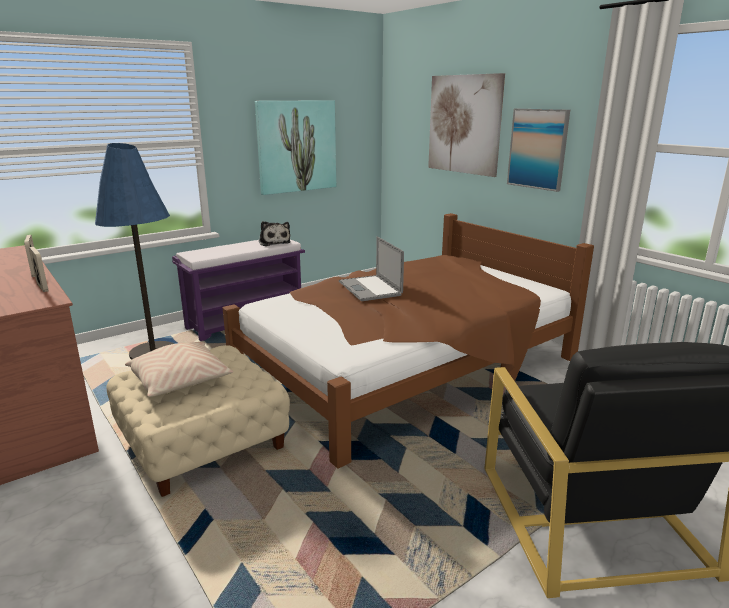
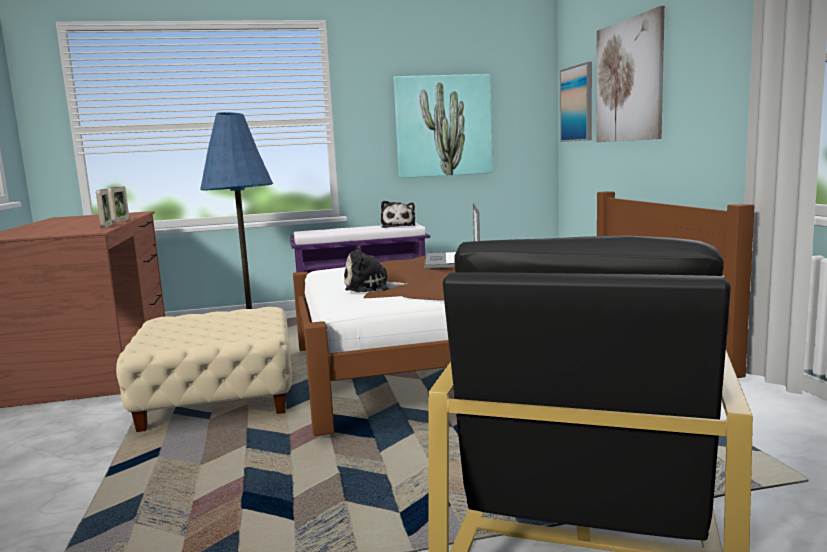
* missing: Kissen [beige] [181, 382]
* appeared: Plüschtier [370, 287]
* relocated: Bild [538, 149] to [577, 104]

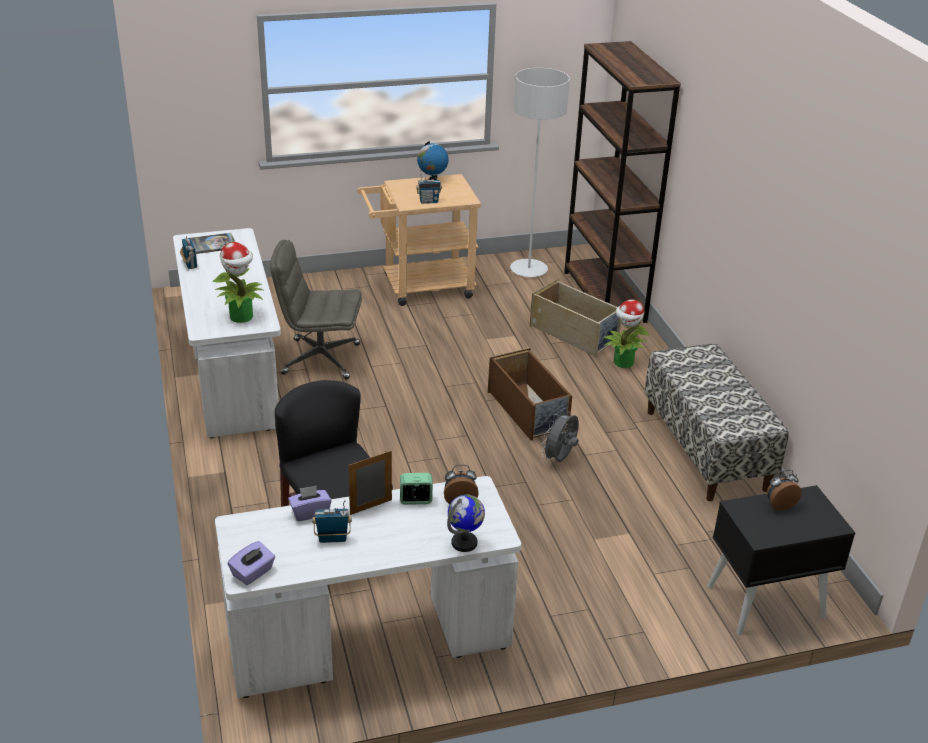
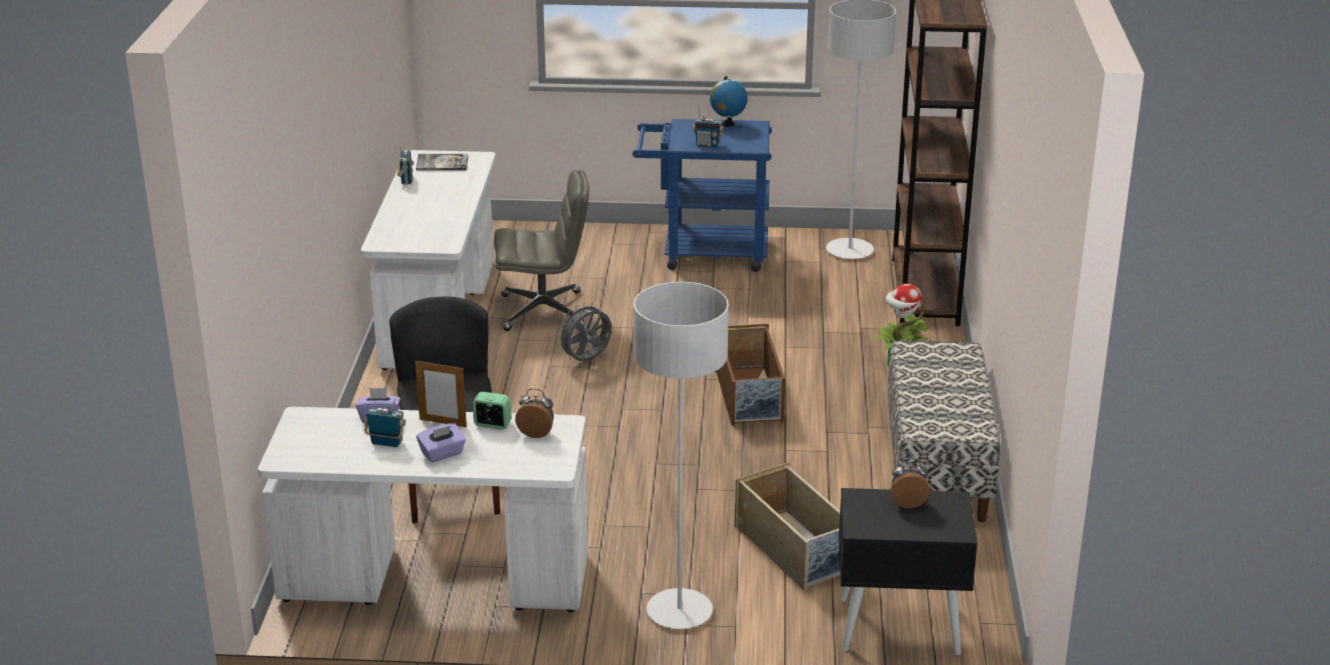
* missing: Topfpflanze [242, 317]
* missing: Globus [464, 543]
* appeared: Stehlampe [grau] [679, 612]
* relocated: Taschentuchbox [lila] [253, 573] to [442, 454]
* relocated: Aufbewahrungsbox [beige] [574, 334] to [795, 550]
* relocated: Ventilator [grau] [560, 459] to [586, 361]
* colour: Rollwagen [beige] [419, 287] to Rollwagen [blau] [704, 253]
* spun: Bürostuhl [grau] [319, 359] = [544, 311] 150 degrees clockwise
* spun: Bilderrahmen [371, 507] = [443, 423] 150 degrees counterclockwise

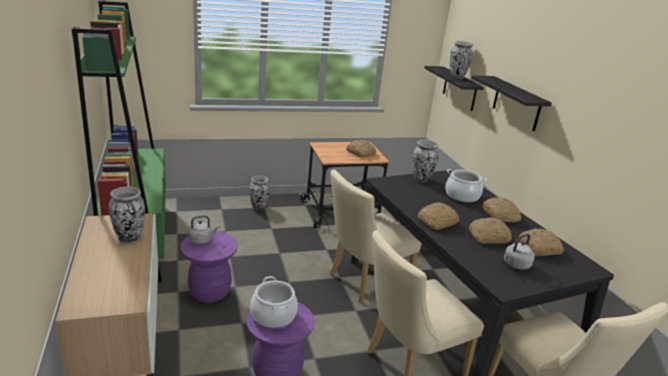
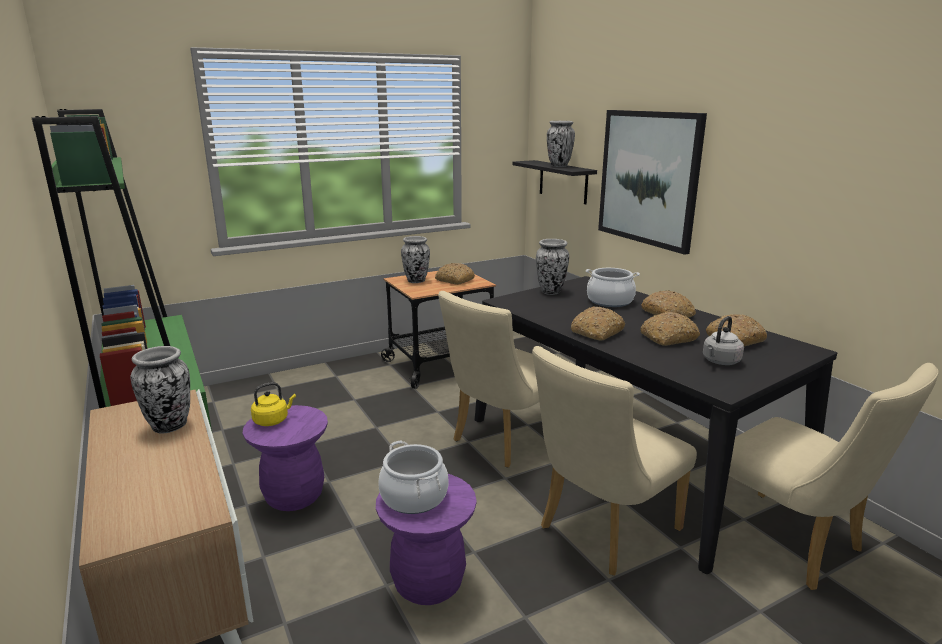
* relocated: Vase [259, 207] to [416, 281]
* exchanged: Wandregal [schwarz] [516, 103] to Bild [648, 178]
* colour: Wasserkessel [grau] [202, 240] to Wasserkessel [gelb] [273, 420]

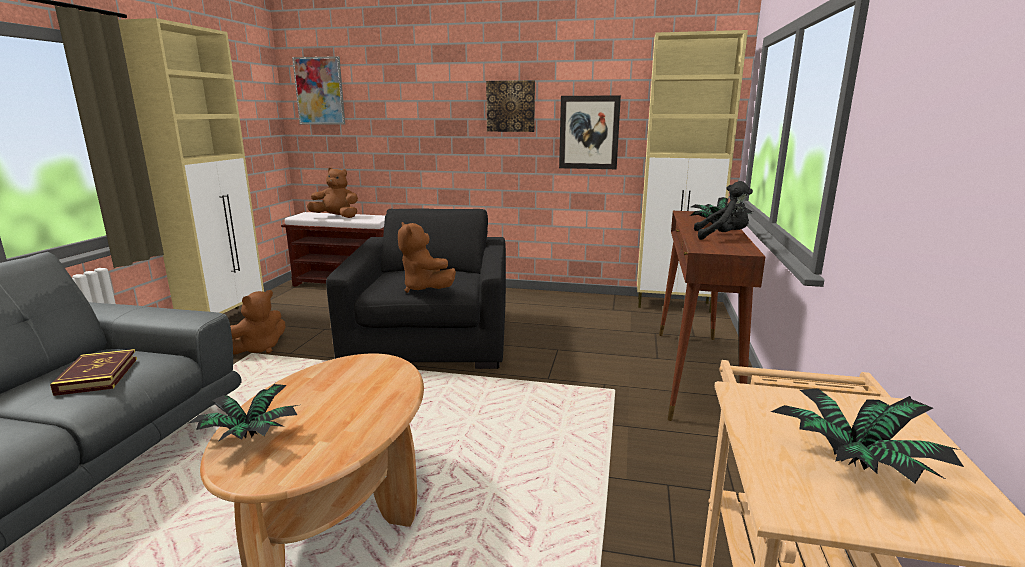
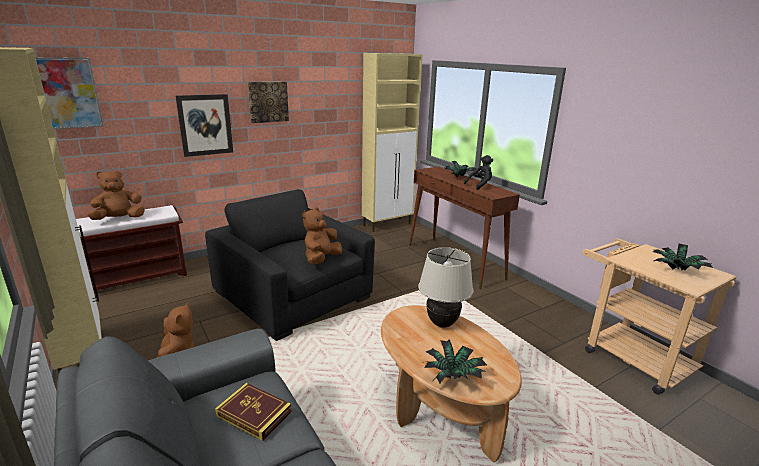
* appeared: Tischlampe [beige] [442, 324]
* relocated: Bild [589, 132] to [205, 125]
* spun: Plüschtier [braun] [425, 288] = [321, 259] 105 degrees clockwise

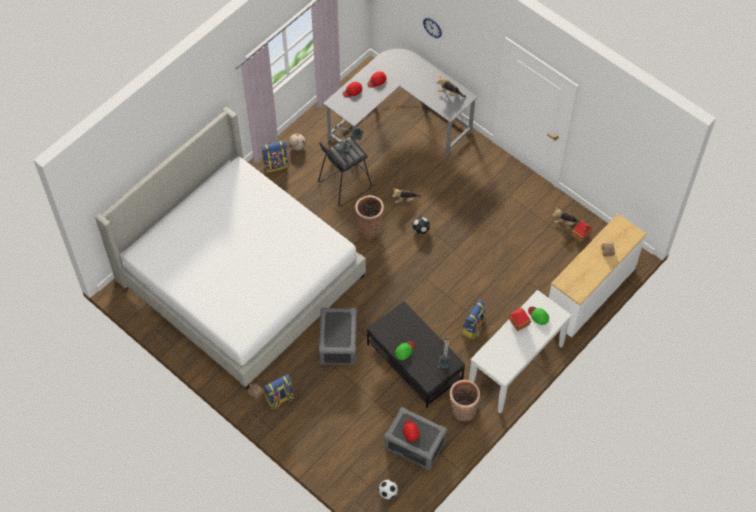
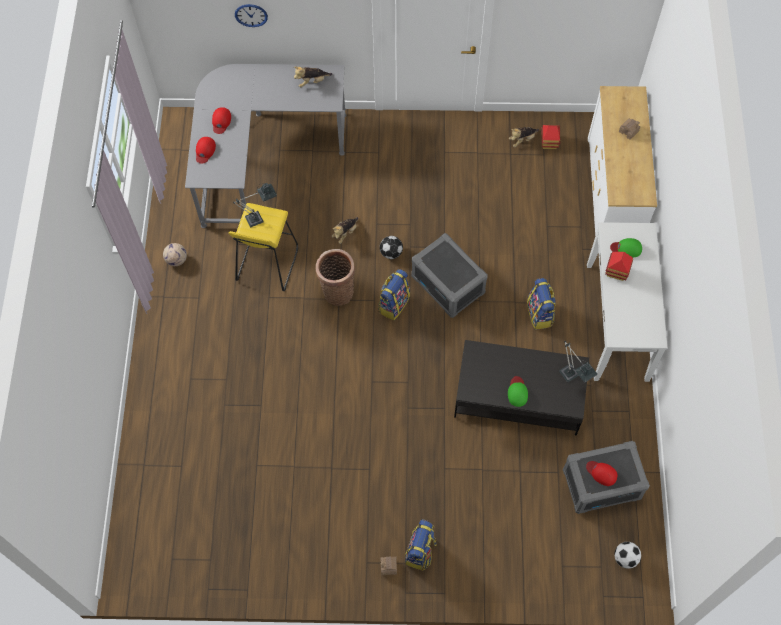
* missing: Bett [240, 277]
* missing: Korb [462, 411]
* relocated: Rucksack [276, 164] to [393, 304]
* relocated: Aufbewahrungsbox [grau] [339, 343] to [448, 284]
* colour: Hocker [schwarz] [344, 185] to Hocker [gelb] [267, 264]

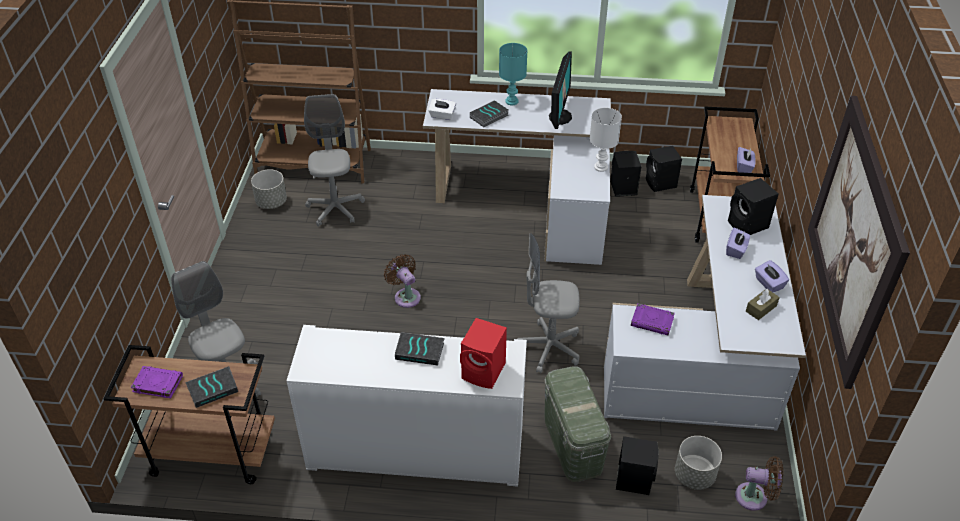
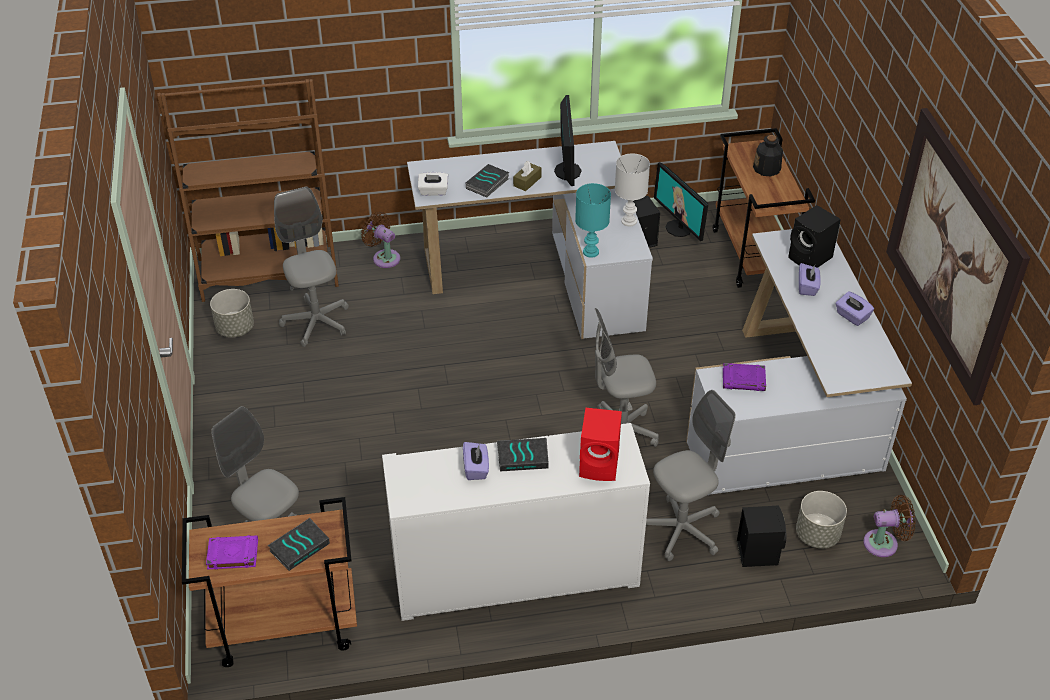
* appeared: Flasche [767, 169]
* relocated: Ventilator [braun] [406, 296] to [384, 257]
* relocated: Tischlampe [türkis] [511, 102] to [590, 252]
* relocated: Taschentuchbox [lila] [744, 166] to [476, 468]
* relocated: Taschentuchbox [braun] [761, 308] to [527, 181]
* exchanged: Aufbewahrungsbox [grün] [573, 444] to Bürostuhl [grau] [682, 530]
* exchanged: Lautsprecher [schwarz] [661, 184] to Monitor [679, 228]

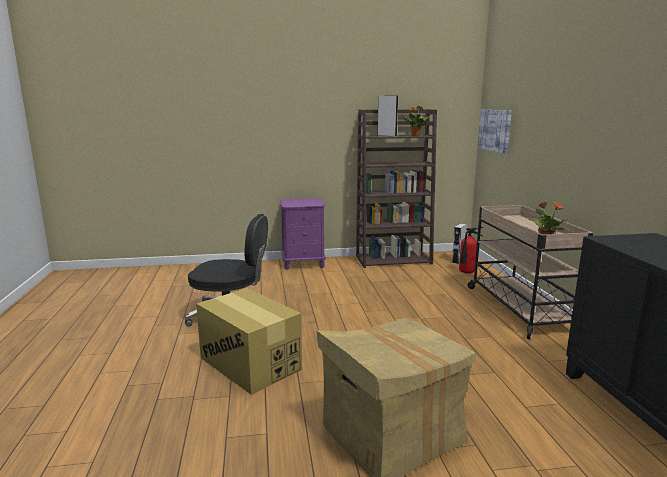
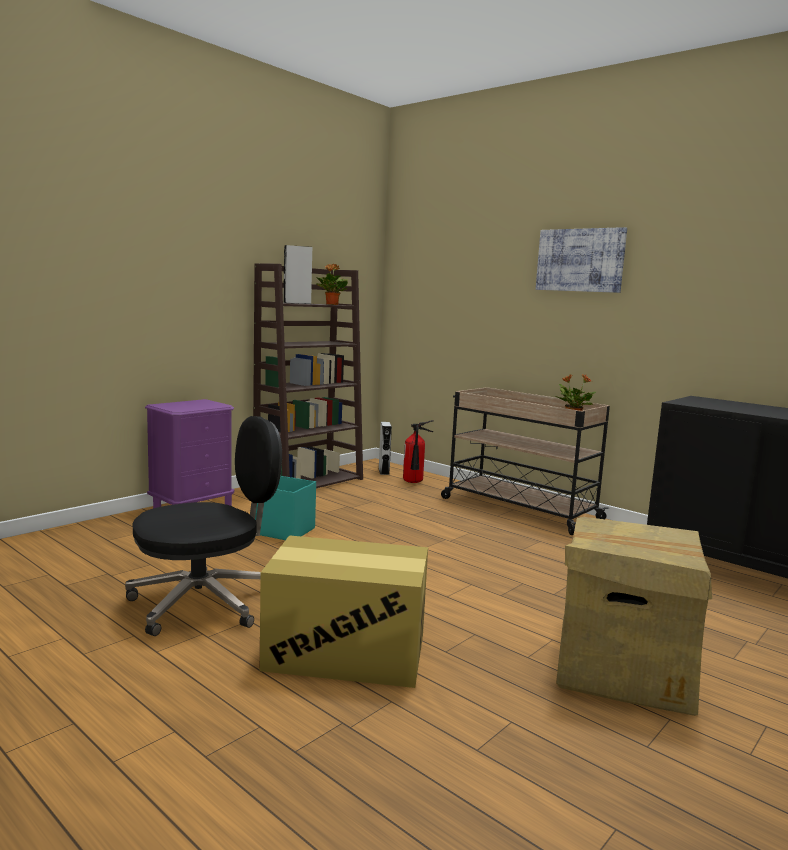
* appeared: Aufbewahrungsbox [türkis] [283, 530]
* relocated: Bild [494, 130] to [580, 260]

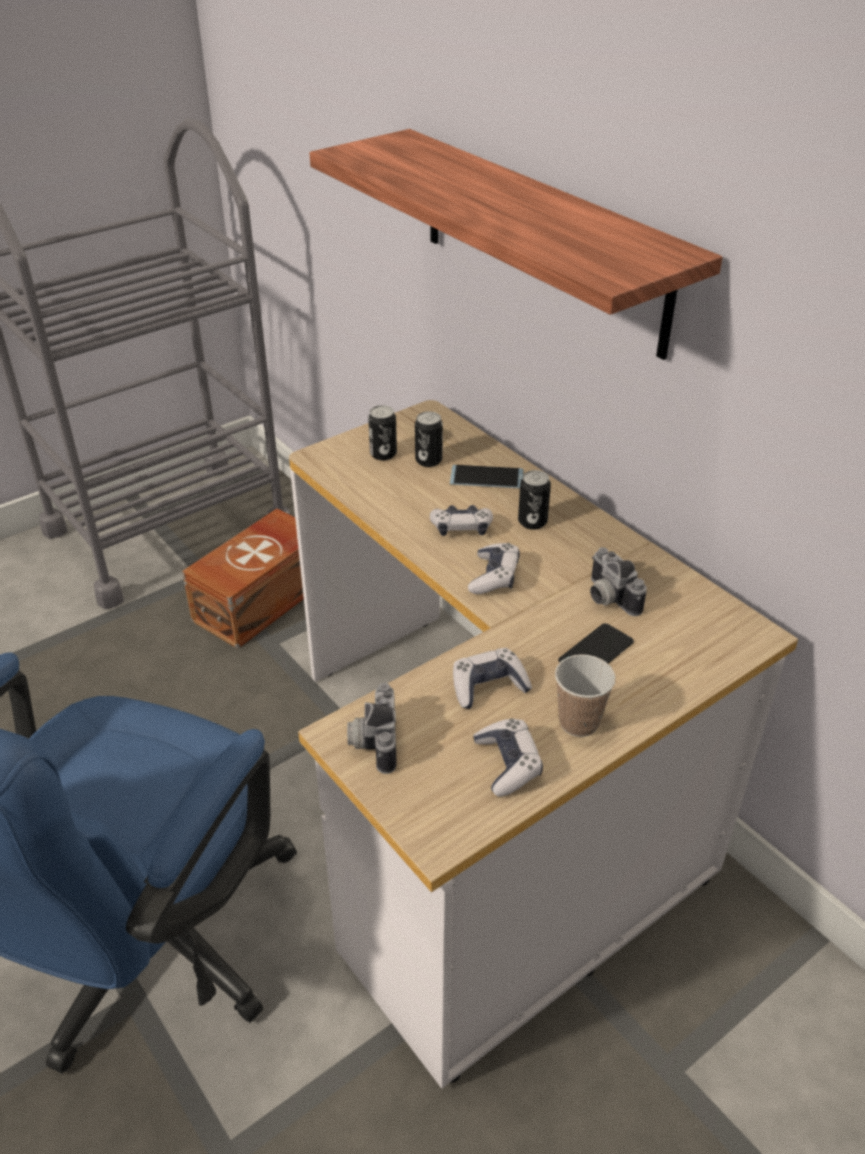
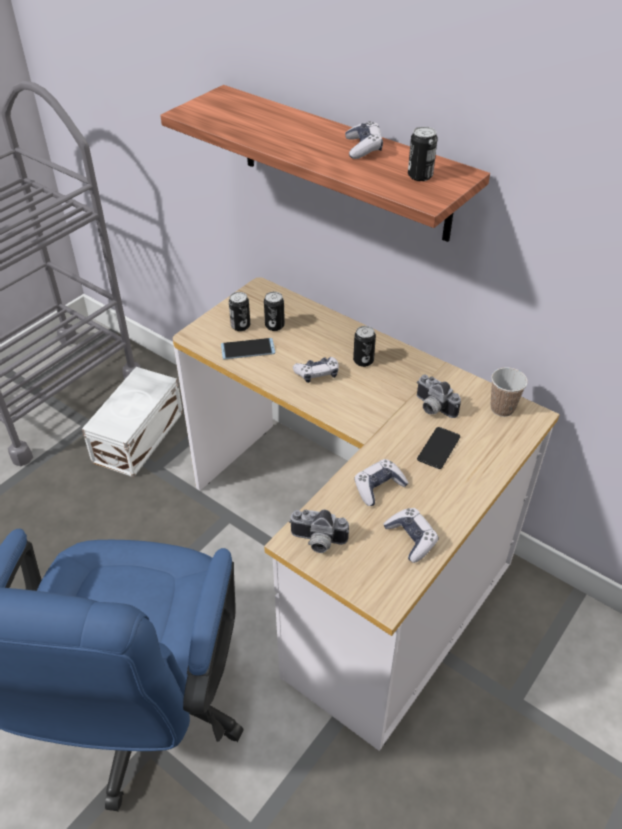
* appeared: Dose [420, 176]
* relocated: Handy [486, 477] to [248, 349]
* relocated: Gamepad [494, 576] to [363, 148]
* relocated: Tasse [578, 722] to [502, 408]
* colour: Aufbewahrungsbox [braun] [264, 600] to Aufbewahrungsbox [weiß] [140, 436]
* spun: Kamera [372, 741] = [317, 542] 60 degrees counterclockwise

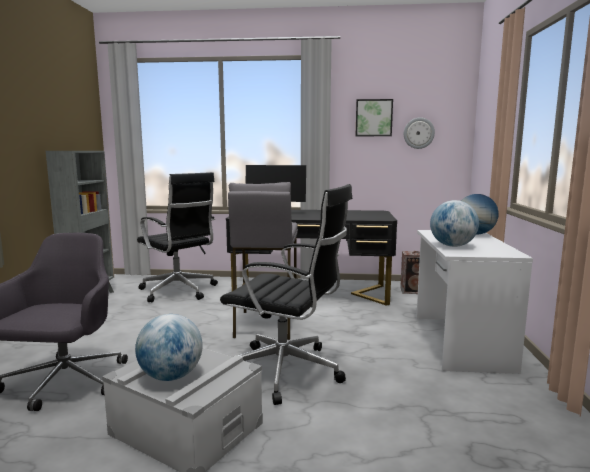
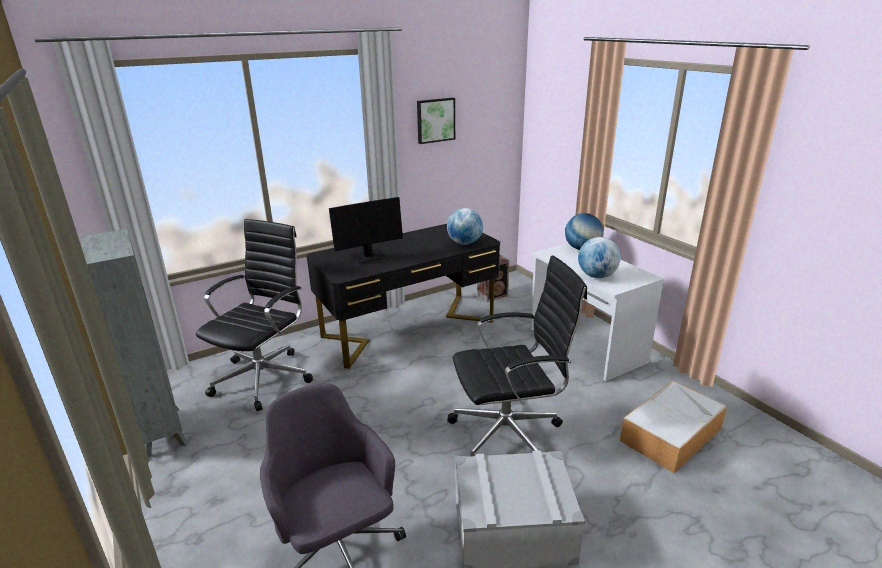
* missing: Hocker [grau] [265, 325]
* missing: Wanduhr [418, 133]
* appeared: Aufbewahrungsbox [671, 433]
* relocated: Globus [171, 376] to [464, 243]
* spun: Bürostuhl [schwarz] [179, 291] = [265, 377] 75 degrees counterclockwise

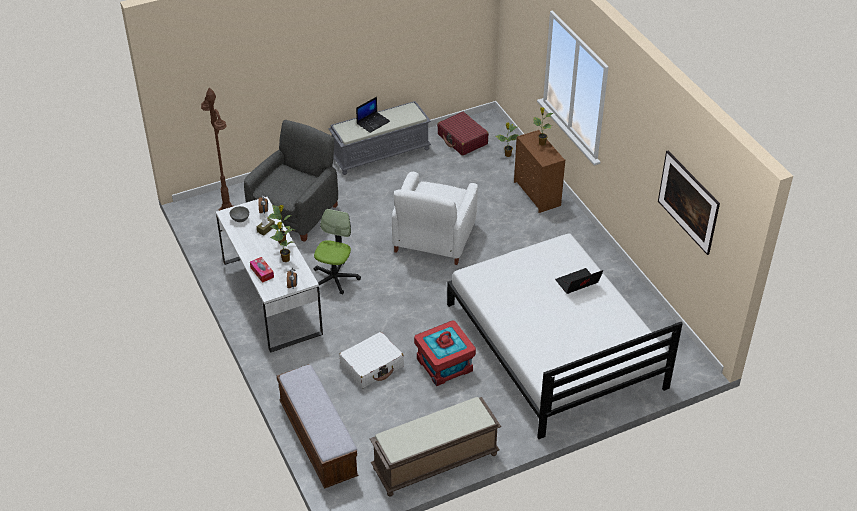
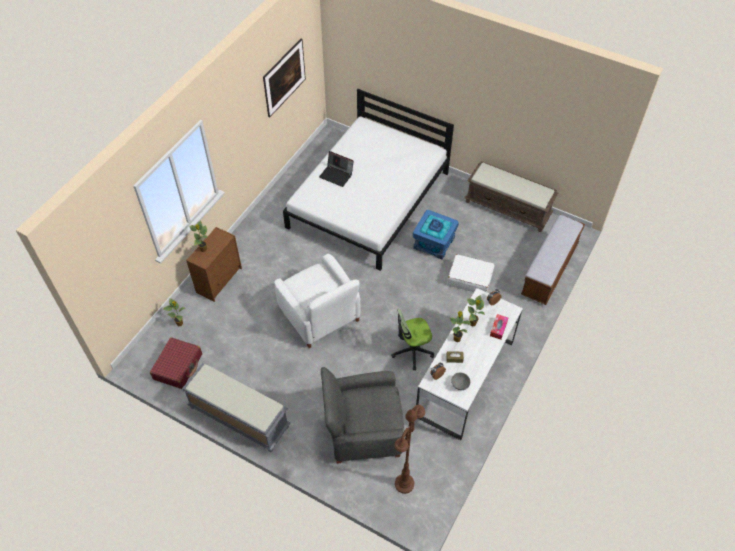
* missing: Laptop [373, 122]
* colour: Aufbewahrungsbox [rot] [444, 365] to Aufbewahrungsbox [blau] [434, 243]
* spun: Sessel [weiß] [433, 238] = [320, 315] 75 degrees clockwise

